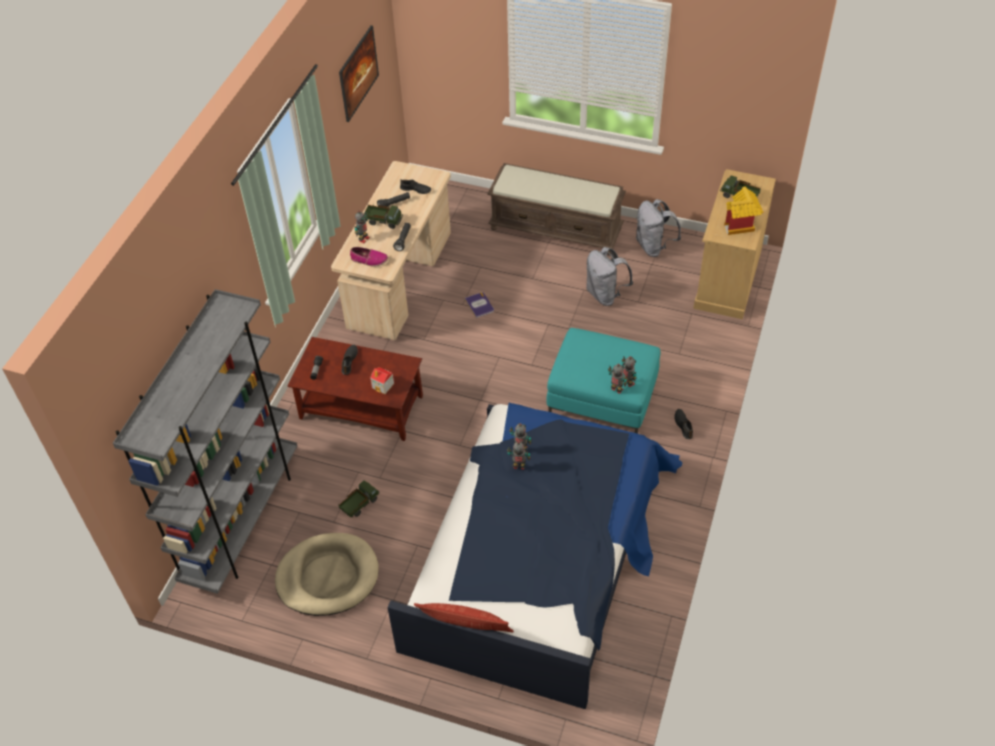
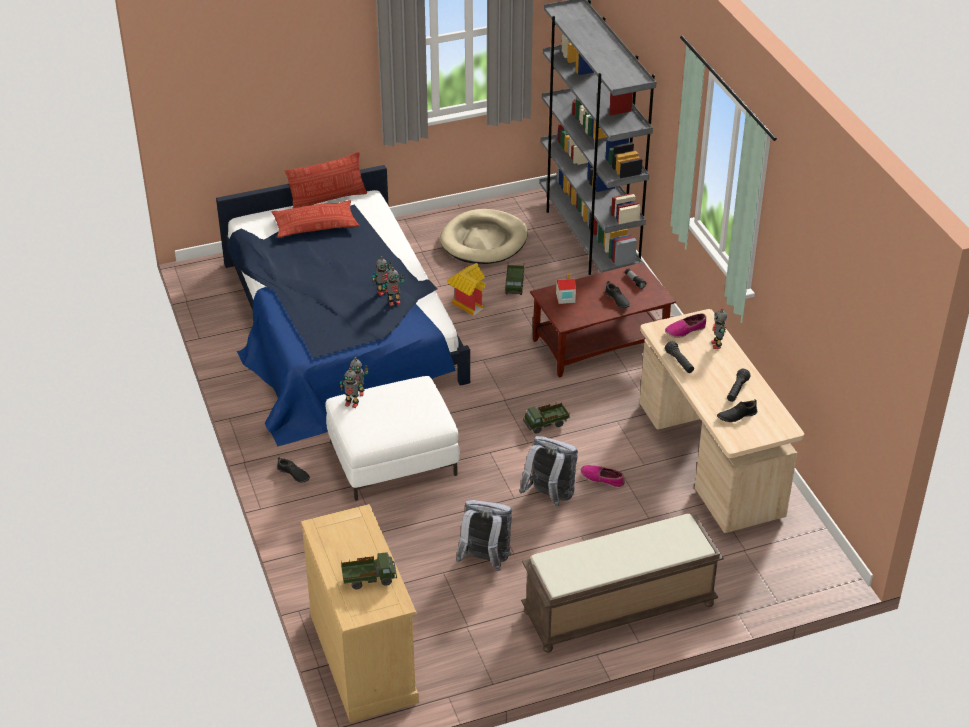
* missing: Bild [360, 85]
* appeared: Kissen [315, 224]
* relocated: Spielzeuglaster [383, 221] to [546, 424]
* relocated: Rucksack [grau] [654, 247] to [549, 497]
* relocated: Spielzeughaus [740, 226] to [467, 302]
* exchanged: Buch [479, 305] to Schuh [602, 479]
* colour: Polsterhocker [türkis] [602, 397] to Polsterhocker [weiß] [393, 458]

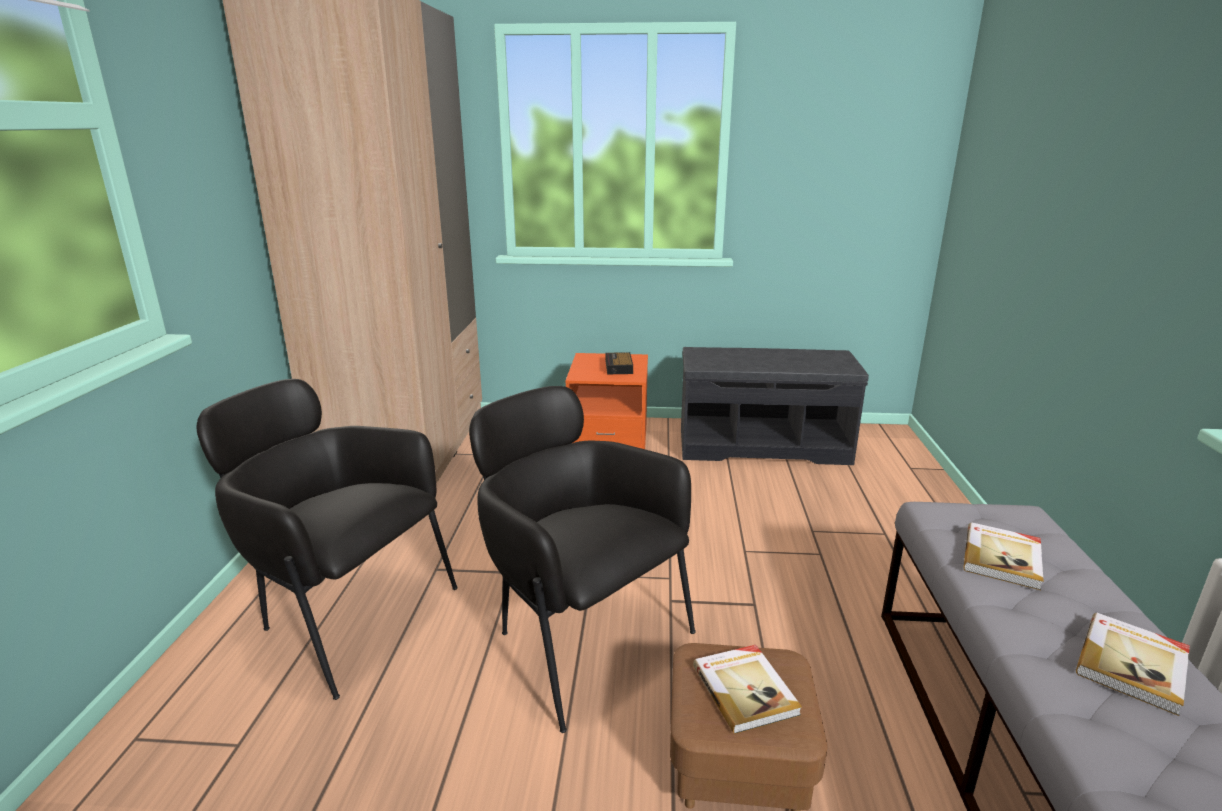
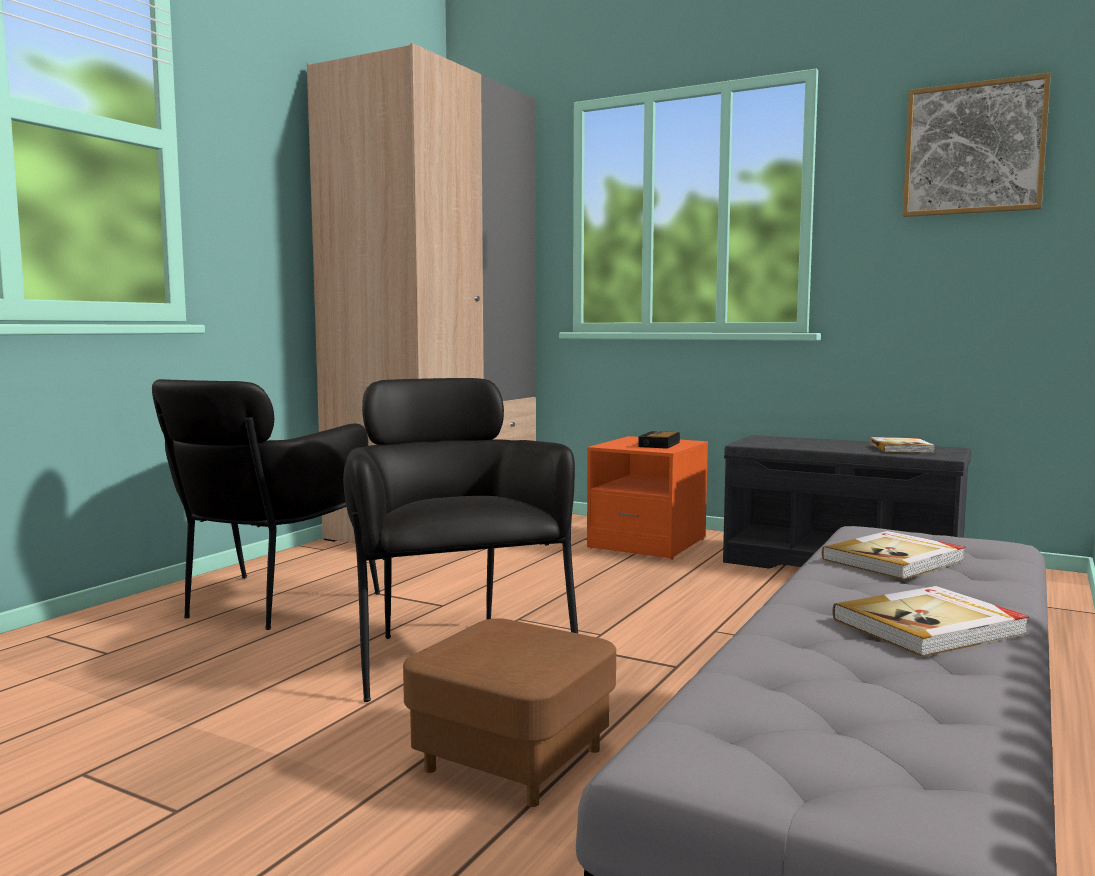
* appeared: Bild [974, 148]
* relocated: Buch [745, 689] to [902, 448]
* spun: Sessel [schwarz] [345, 617] = [265, 605] 120 degrees counterclockwise

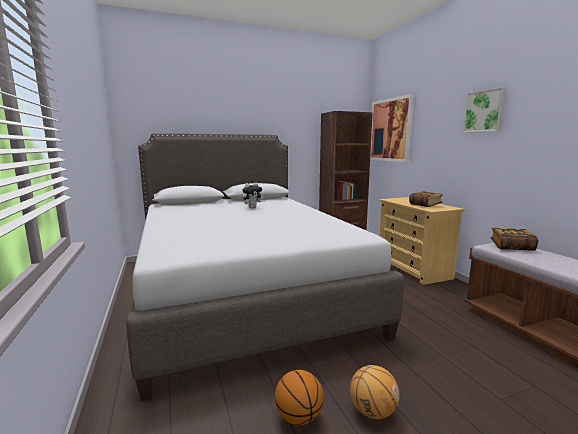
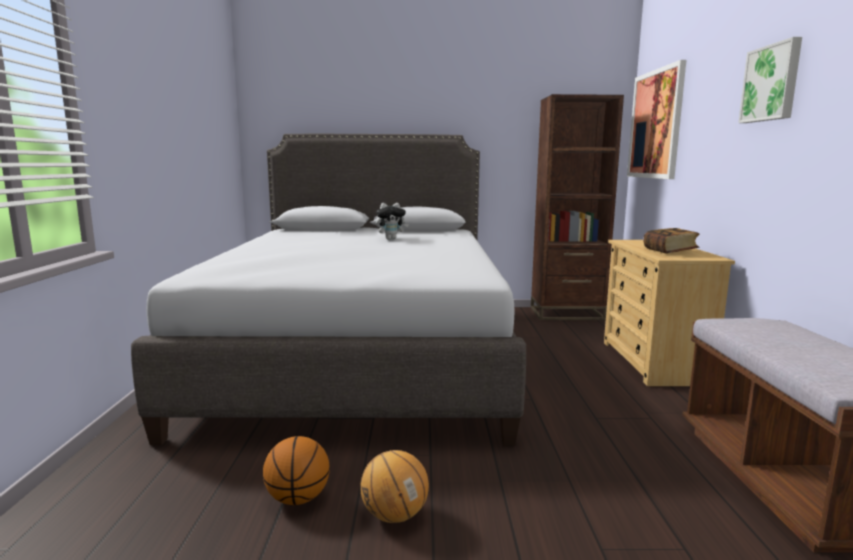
* missing: Buch [511, 247]

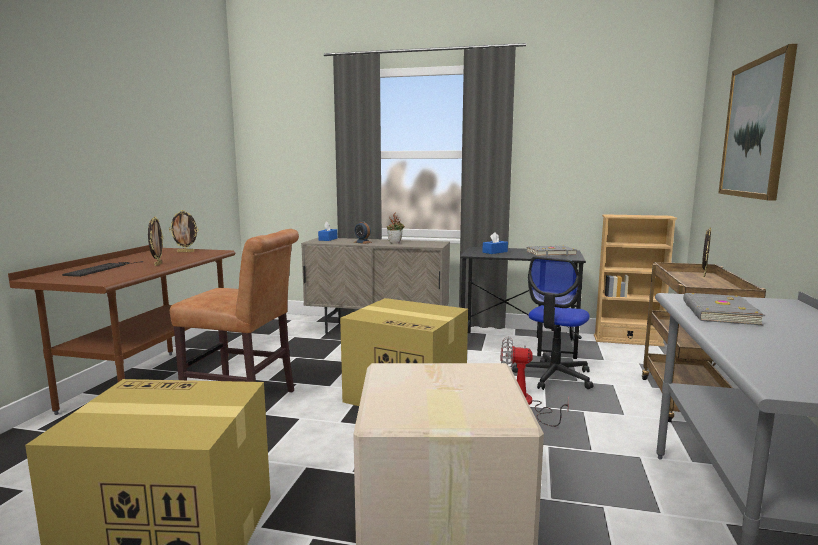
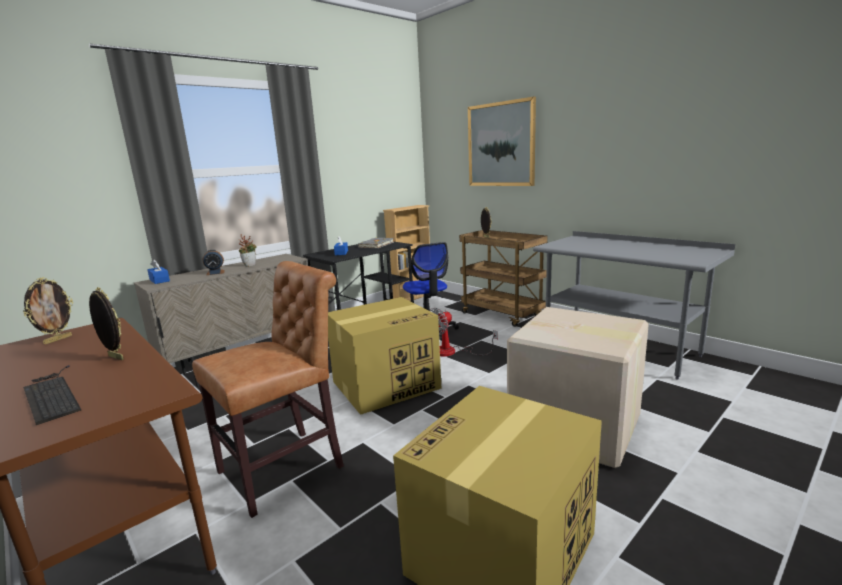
* missing: Buch [grau] [718, 313]

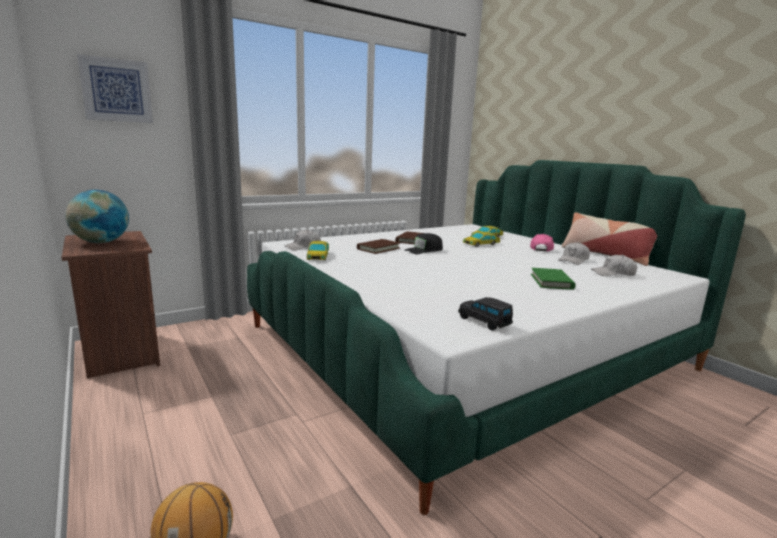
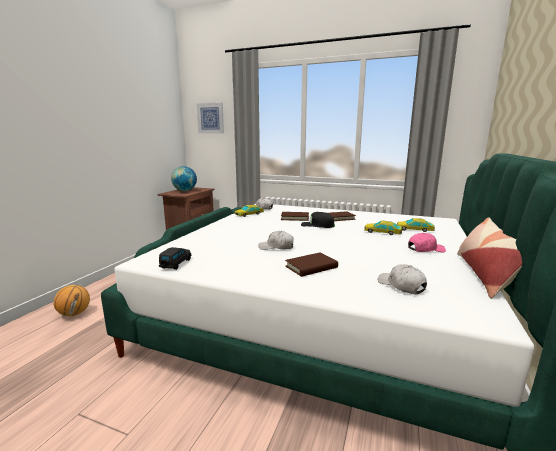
* relocated: Kappe [weiß] [573, 260] to [276, 247]
* colour: Buch [grün] [551, 281] to Buch [braun] [311, 267]

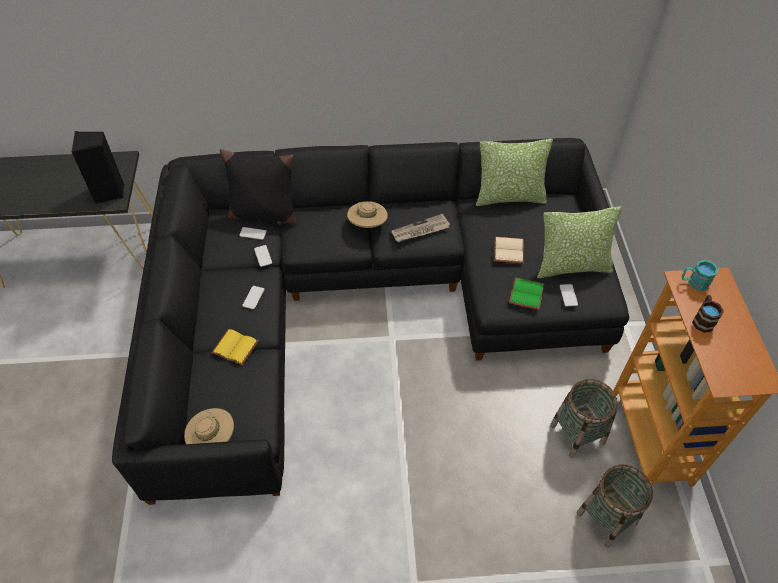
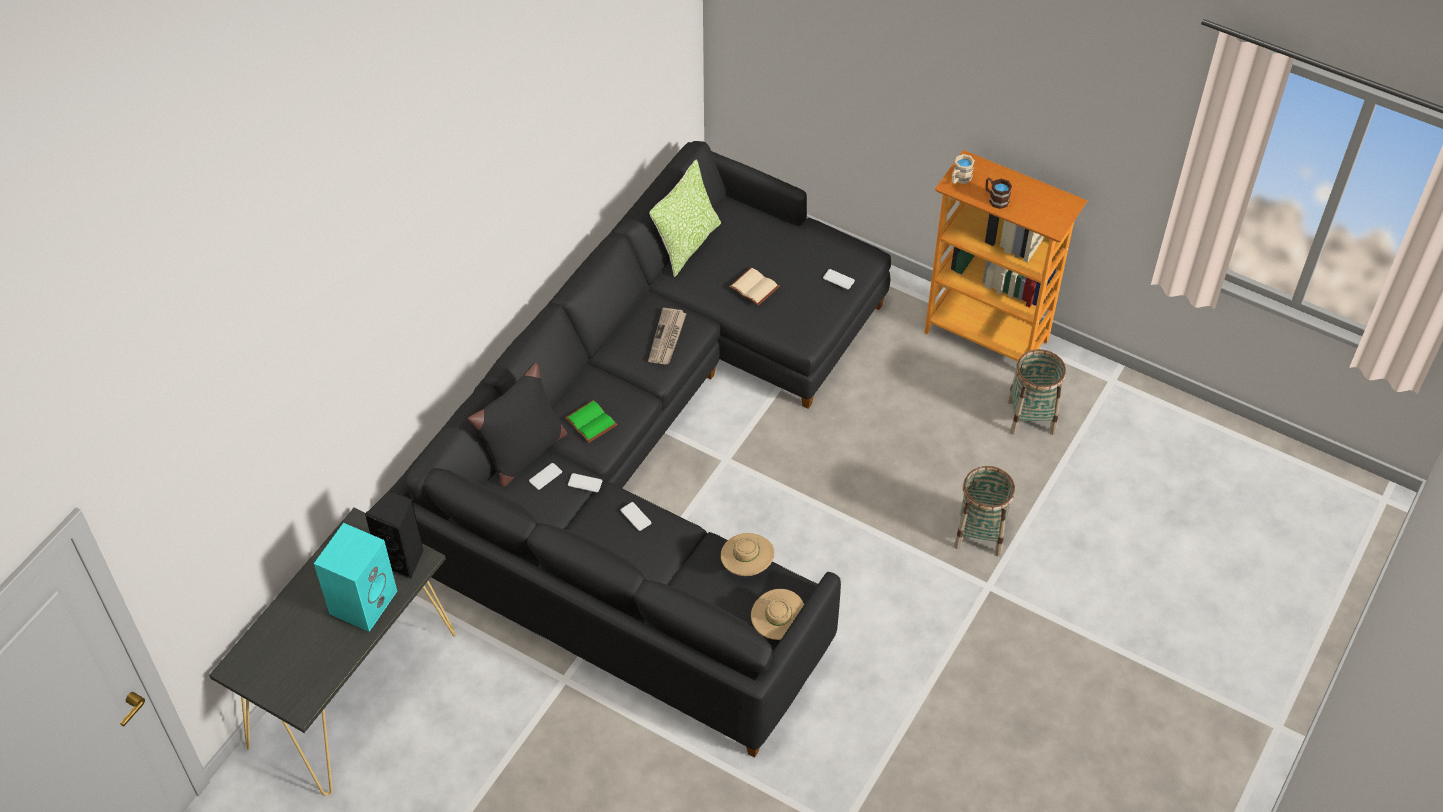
* missing: Buch [gelb] [234, 348]
* missing: Kissen [572, 266]
* appeared: Lautsprecher [türkis] [363, 600]
* relocated: Hut [beige] [367, 225] to [747, 565]
* relocated: Buch [grün] [525, 293] to [589, 422]
* relocated: Korb [577, 434] to [980, 533]
* colour: Henkelbecher [türkis] [694, 282] to Henkelbecher [beige] [959, 179]

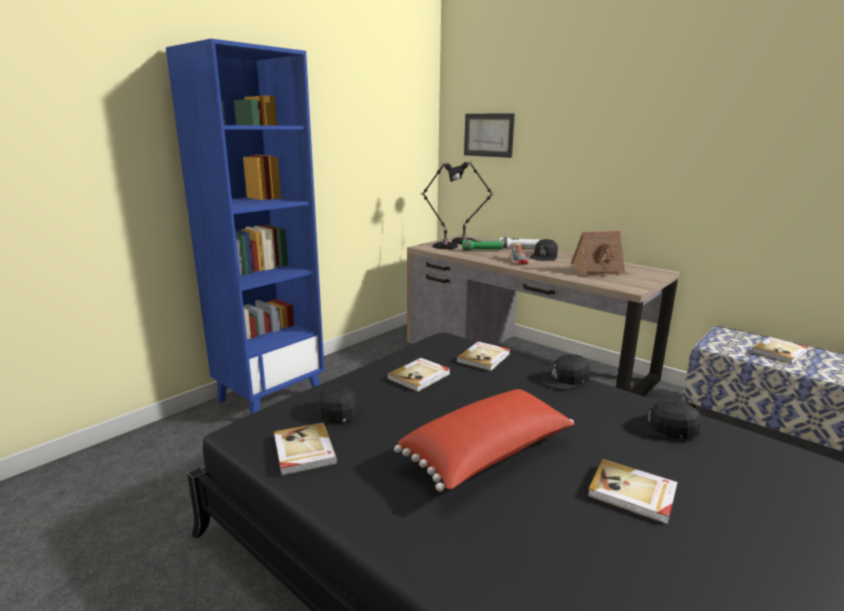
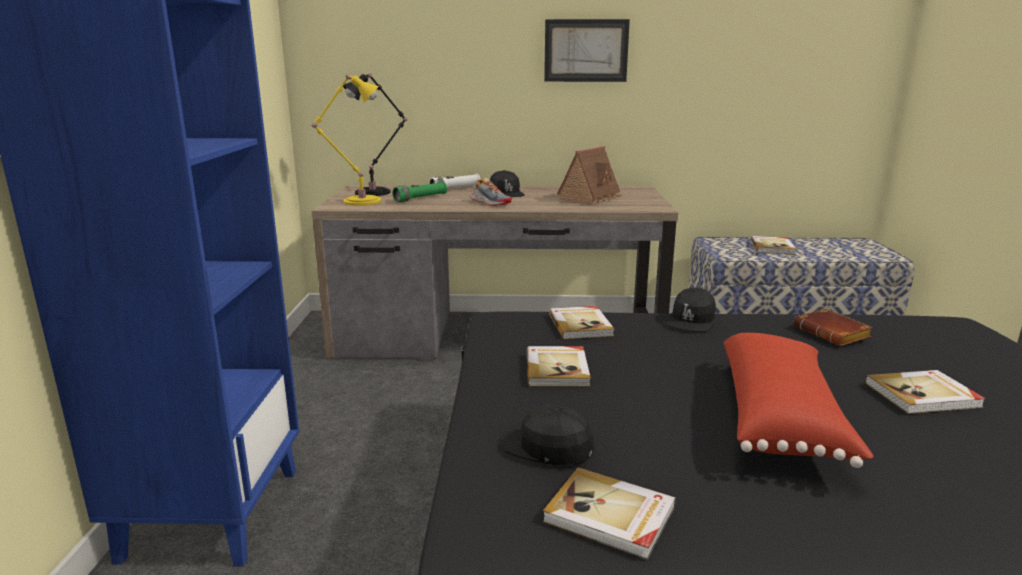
* relocated: Bild [488, 135] to [586, 50]
* exchanged: Kappe [schwarz] [665, 428] to Buch [braun] [833, 333]
* colour: Tischlampe [schwarz] [443, 246] to Tischlampe [gelb] [359, 201]

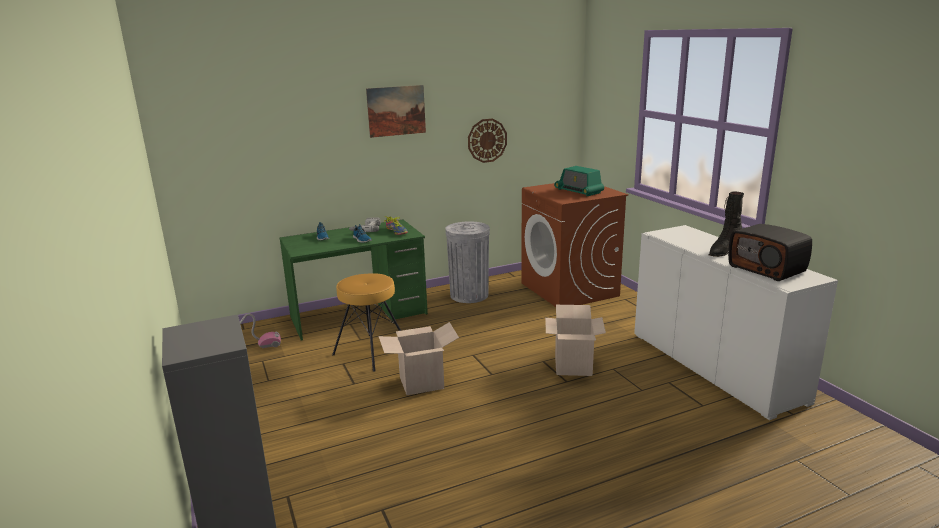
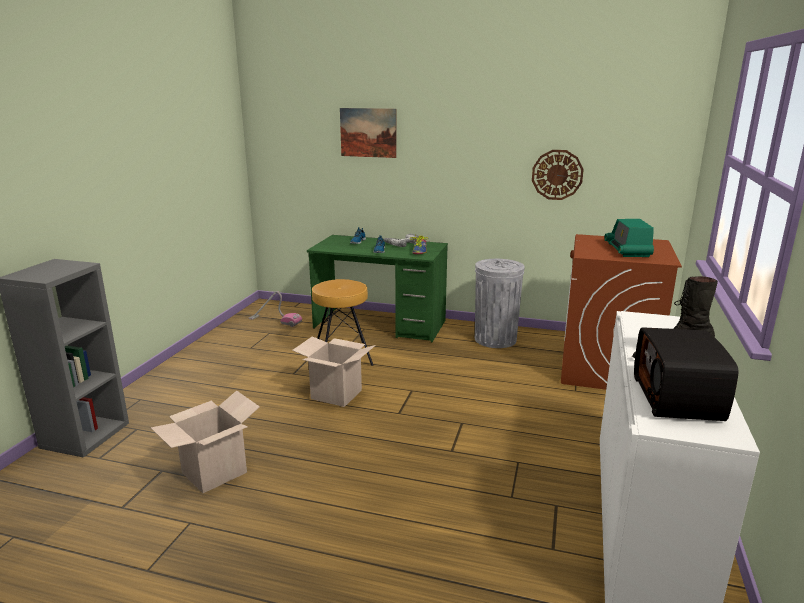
* relocated: Bild [396, 111] to [368, 132]
* relocated: Karton [573, 366] to [214, 472]

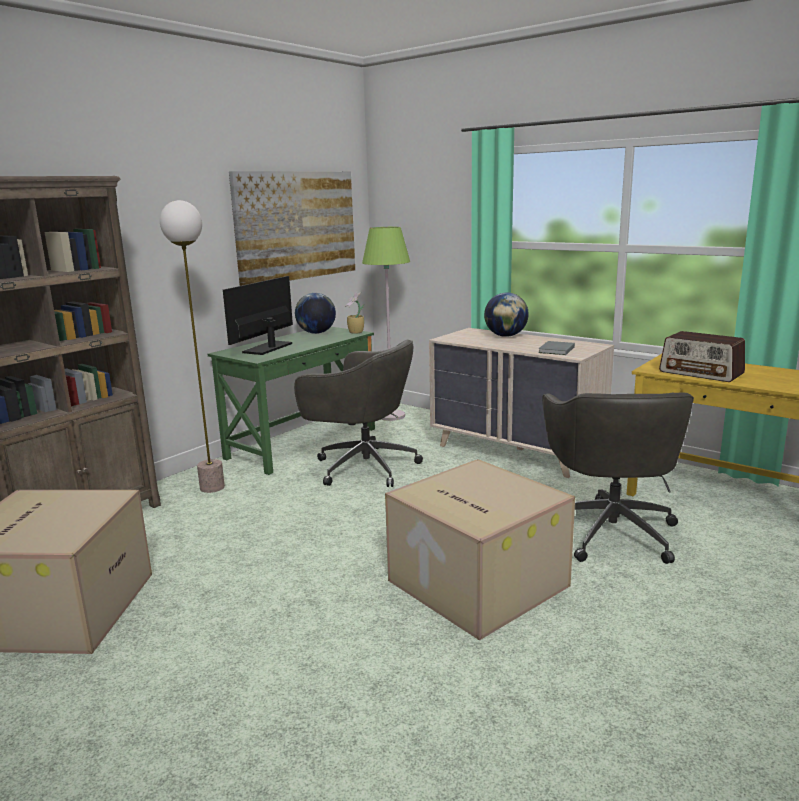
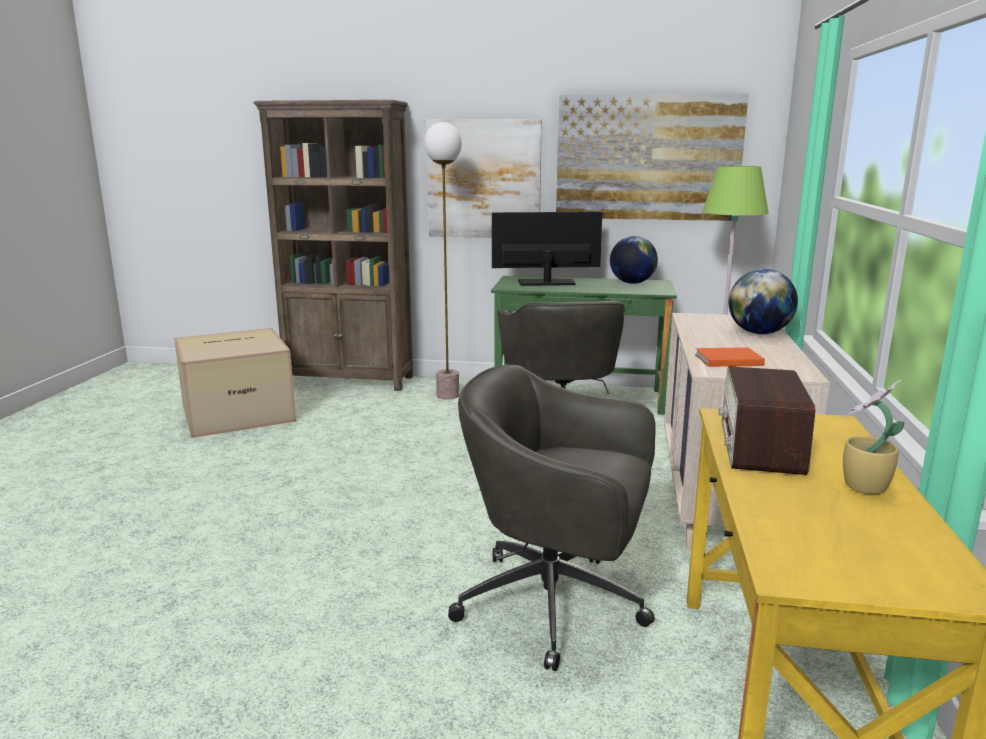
* missing: Karton [475, 583]
* appeared: Bild [484, 179]
* relocated: Topfpflanze [356, 332] to [863, 487]
* colour: Buch [grau] [555, 350] to Buch [orange] [726, 360]
* spun: Bürostuhl [grau] [610, 531] = [556, 605] 45 degrees clockwise

